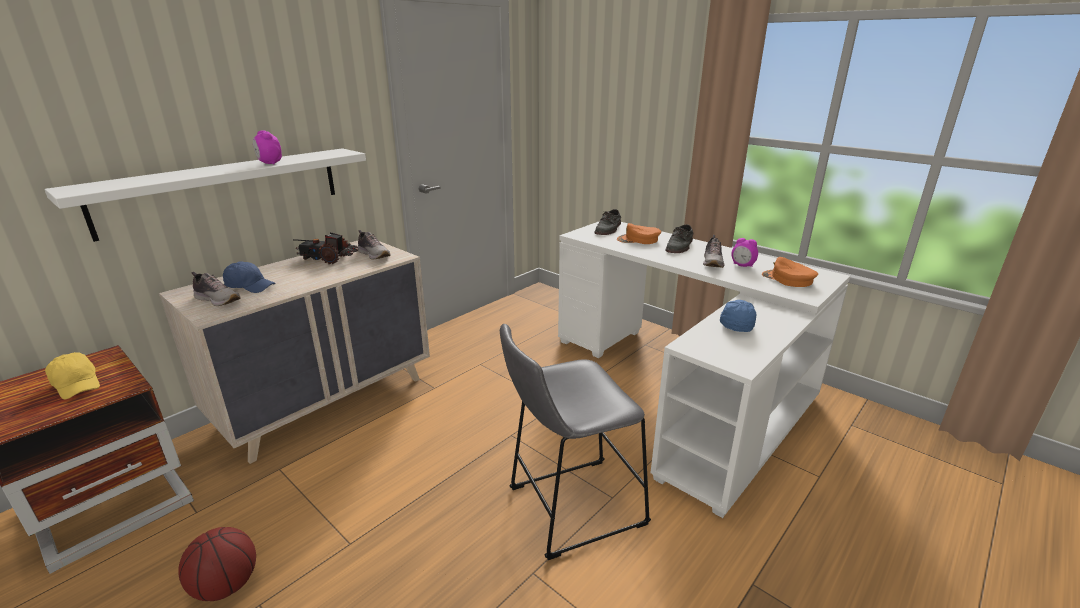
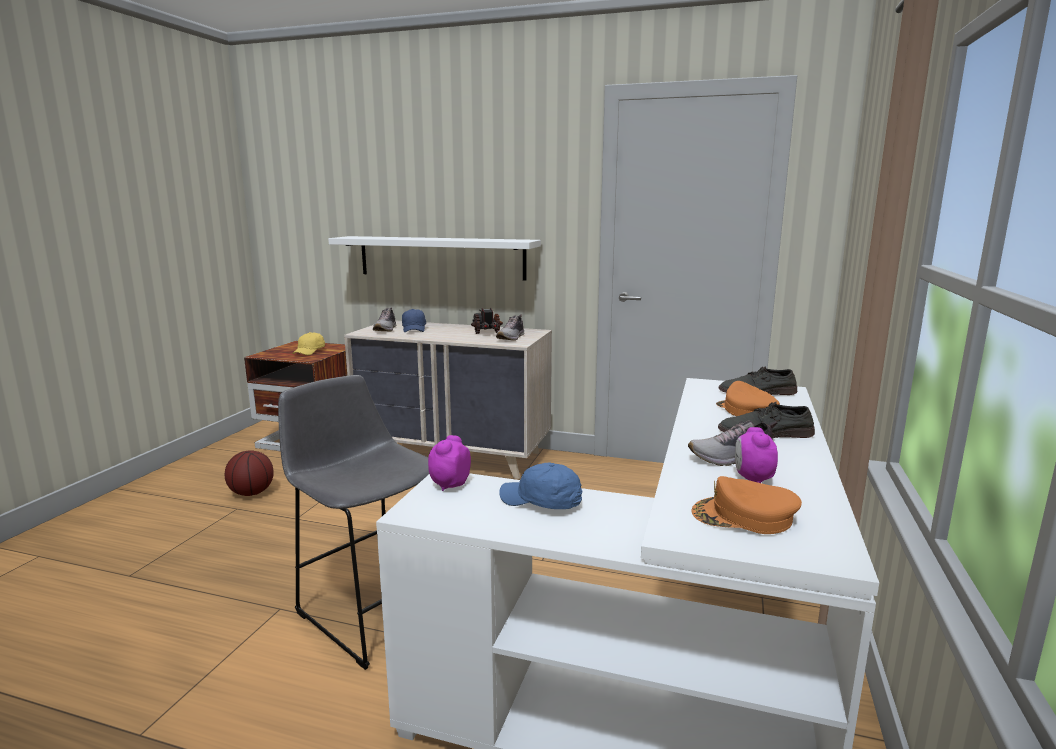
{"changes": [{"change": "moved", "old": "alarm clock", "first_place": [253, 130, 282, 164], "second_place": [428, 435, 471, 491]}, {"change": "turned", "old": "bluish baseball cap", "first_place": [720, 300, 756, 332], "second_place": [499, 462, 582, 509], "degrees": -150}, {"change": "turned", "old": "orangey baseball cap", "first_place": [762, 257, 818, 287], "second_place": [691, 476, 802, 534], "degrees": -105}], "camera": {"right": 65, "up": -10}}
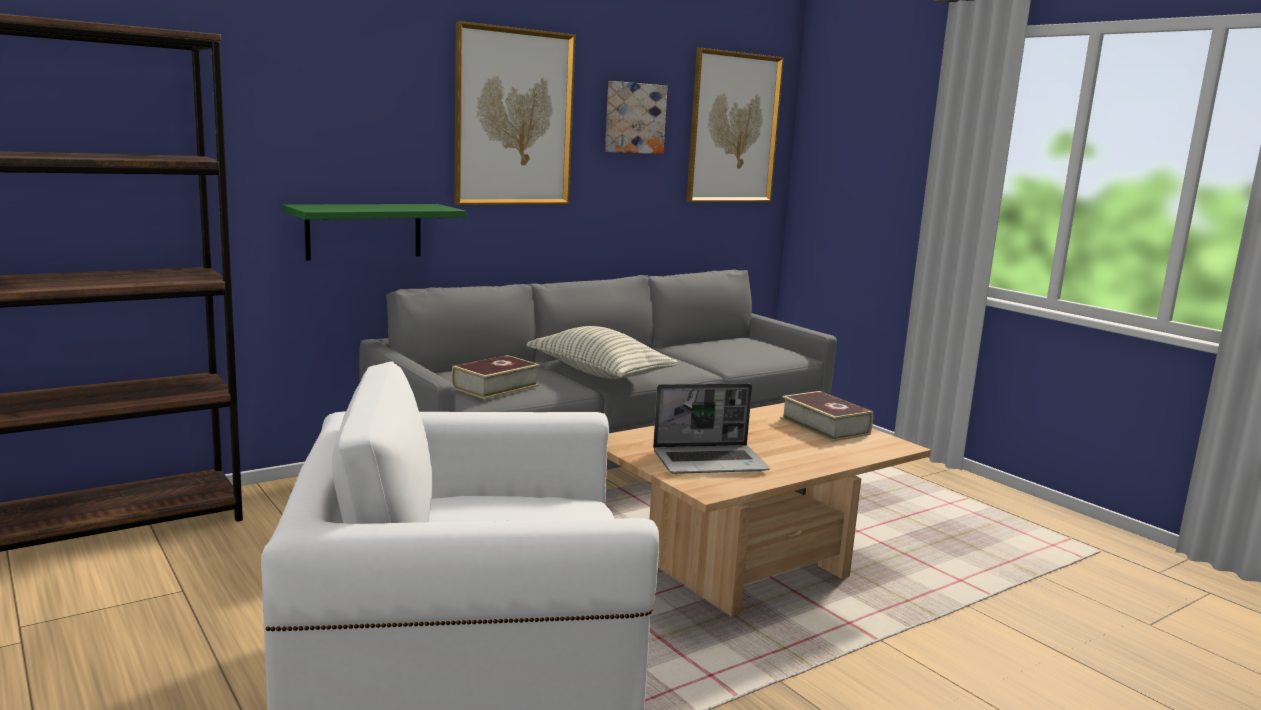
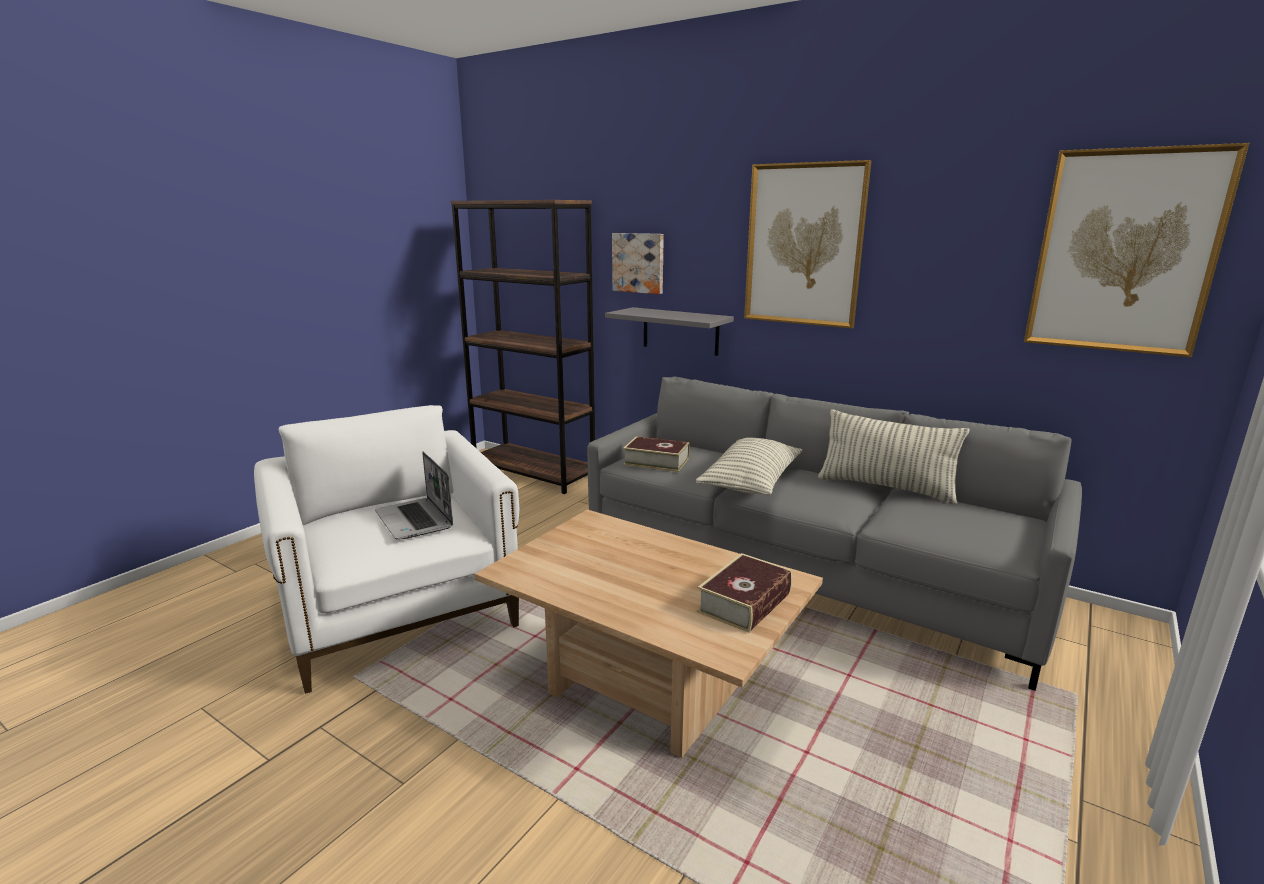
{"changes": [{"change": "moved", "old": "laptop", "first_place": [653, 383, 770, 474], "second_place": [375, 452, 453, 539]}, {"change": "recoloured", "old": "green-coloured wall shelf", "new": "greyish wall shelf", "first_place": [283, 204, 466, 261], "second_place": [605, 307, 734, 356]}, {"change": "moved", "old": "wall art", "first_place": [605, 81, 668, 154], "second_place": [612, 233, 664, 294]}, {"change": "added", "new": "cushion", "second_place": [818, 409, 969, 505]}], "camera": {"right": 70, "up": 5}}
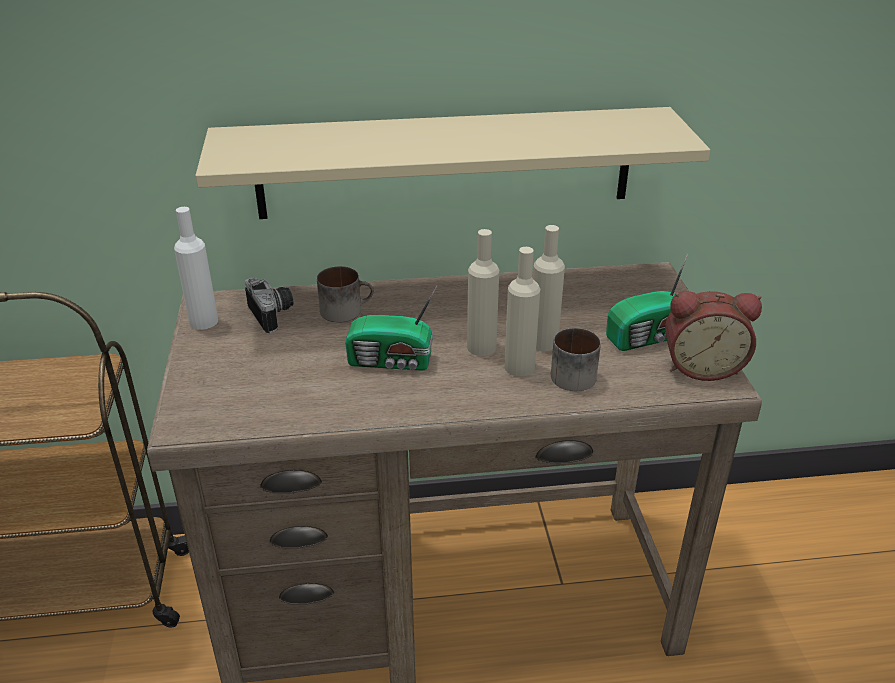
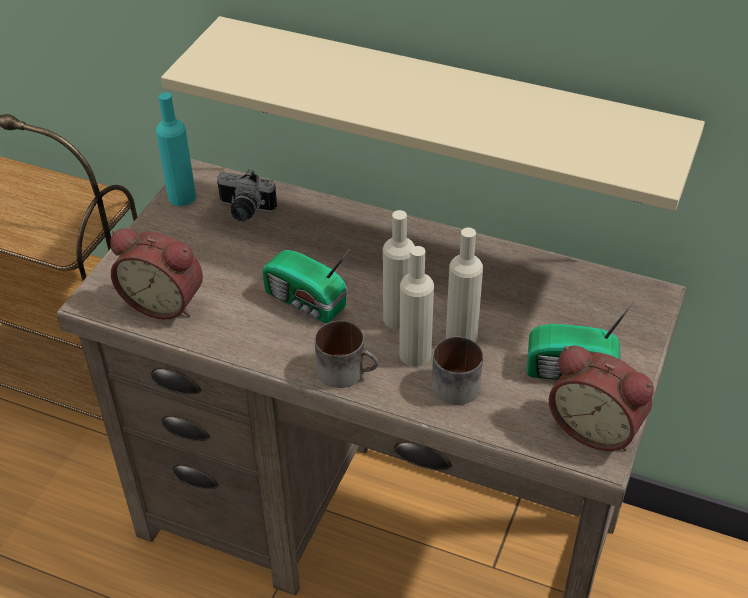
{"changes": [{"change": "added", "new": "alarm clock", "second_place": [110, 228, 203, 319]}, {"change": "recoloured", "old": "whitish bottle", "new": "turquoise-coloured bottle", "first_place": [174, 207, 218, 330], "second_place": [156, 92, 196, 206]}, {"change": "turned", "old": "still camera", "first_place": [245, 277, 294, 333], "second_place": [217, 169, 277, 221], "degrees": 105}, {"change": "moved", "old": "coffee mug", "first_place": [317, 266, 374, 322], "second_place": [315, 321, 379, 388]}], "camera": {"right": 30, "up": 10}}
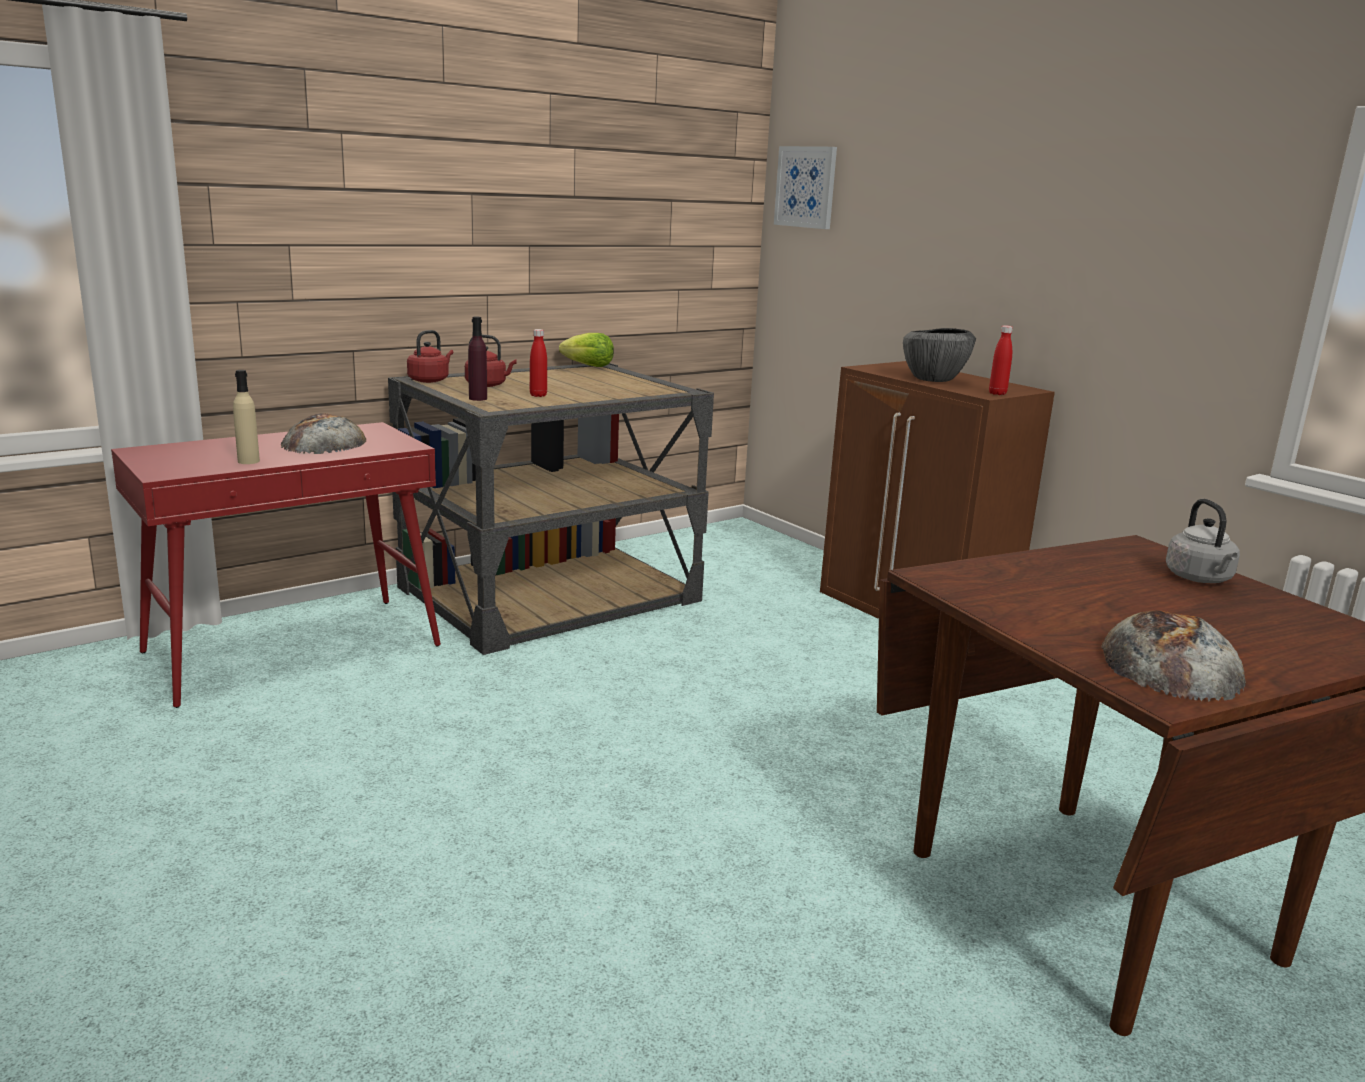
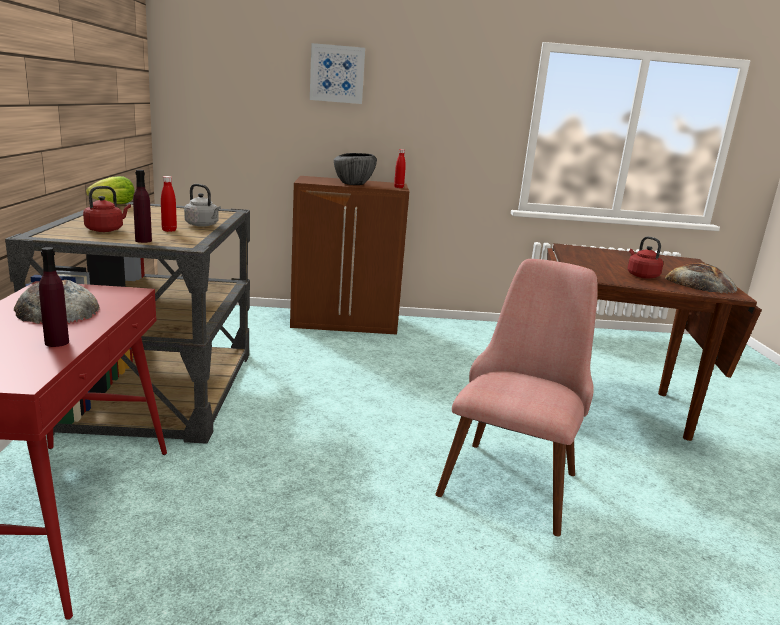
{"changes": [{"change": "recoloured", "old": "beige-coloured bottle", "new": "purple bottle", "first_place": [233, 370, 260, 464], "second_place": [39, 247, 69, 347]}, {"change": "moved", "old": "greyish water kettle", "first_place": [1166, 499, 1240, 583], "second_place": [184, 184, 221, 227]}, {"change": "moved", "old": "wall art", "first_place": [774, 146, 837, 229], "second_place": [310, 43, 365, 104]}, {"change": "added", "new": "pink-coloured upright chair", "second_place": [435, 259, 598, 537]}, {"change": "moved", "old": "red water kettle", "first_place": [407, 330, 453, 383], "second_place": [627, 236, 663, 279]}], "camera": {"right": -55, "up": 0}}
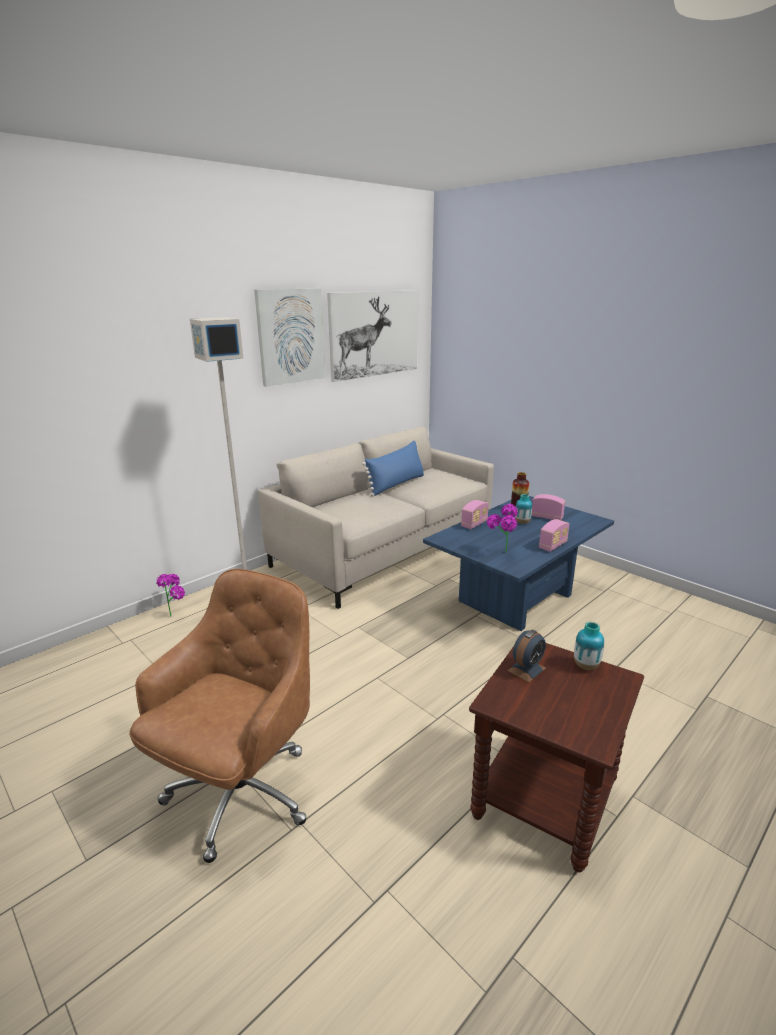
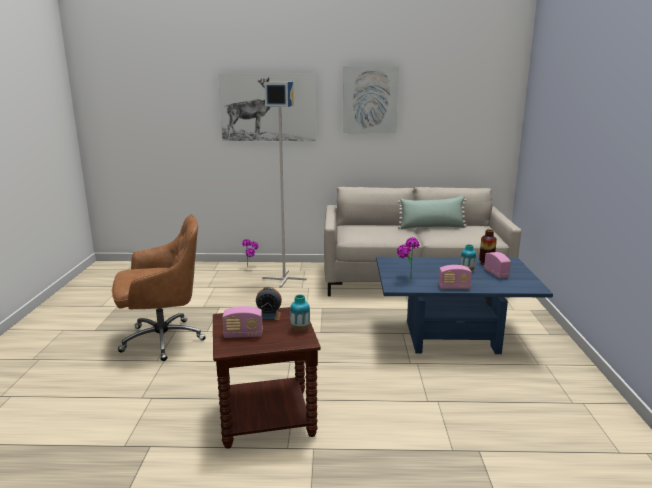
{"changes": [{"change": "moved", "old": "wall art", "first_place": [327, 290, 418, 382], "second_place": [218, 74, 316, 141]}, {"change": "moved", "old": "radio receiver", "first_place": [461, 500, 489, 529], "second_place": [222, 306, 263, 338]}, {"change": "recoloured", "old": "bluish cushion", "new": "green-coloured cushion", "first_place": [362, 441, 424, 496], "second_place": [398, 196, 467, 229]}], "camera": {"right": 45, "up": -5}}
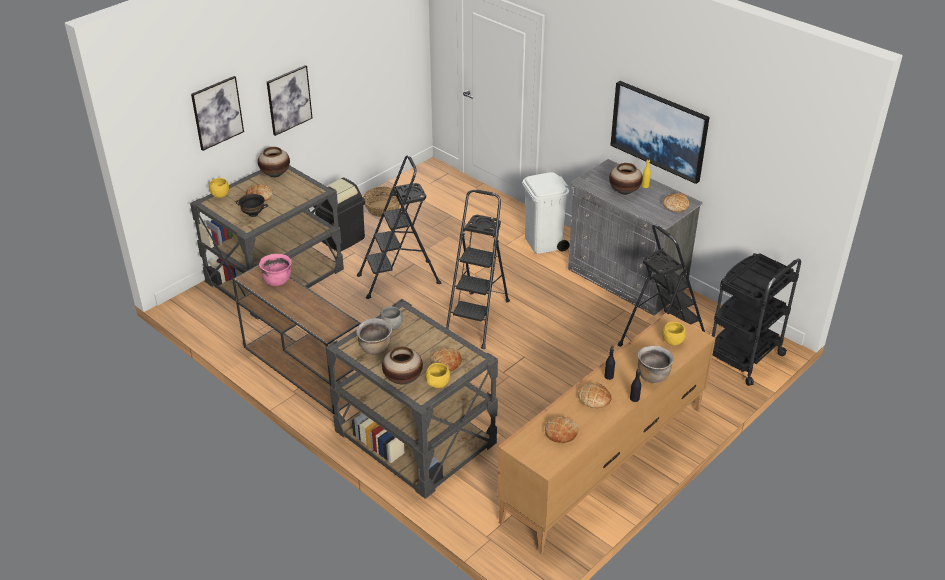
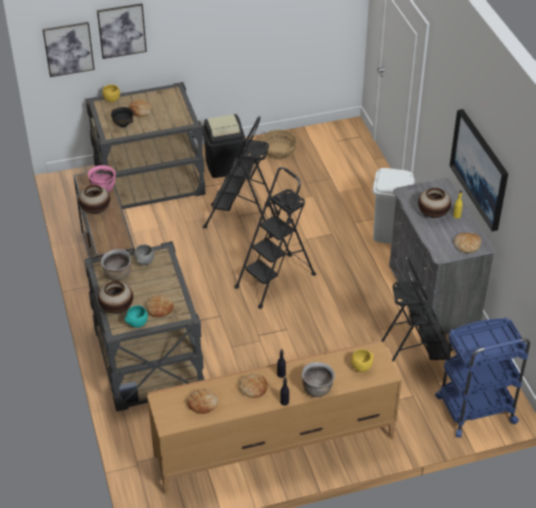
{"changes": [{"change": "moved", "old": "wall art", "first_place": [267, 65, 312, 136], "second_place": [43, 22, 95, 77]}, {"change": "moved", "old": "vase", "first_place": [258, 147, 290, 177], "second_place": [78, 185, 110, 214]}, {"change": "recoloured", "old": "yellow bowl", "new": "turquoise-coloured bowl", "first_place": [425, 363, 450, 388], "second_place": [124, 305, 148, 328]}, {"change": "recoloured", "old": "black trolley", "new": "bluish trolley", "first_place": [712, 253, 801, 386], "second_place": [435, 317, 530, 438]}], "camera": {"right": 30, "up": 5}}
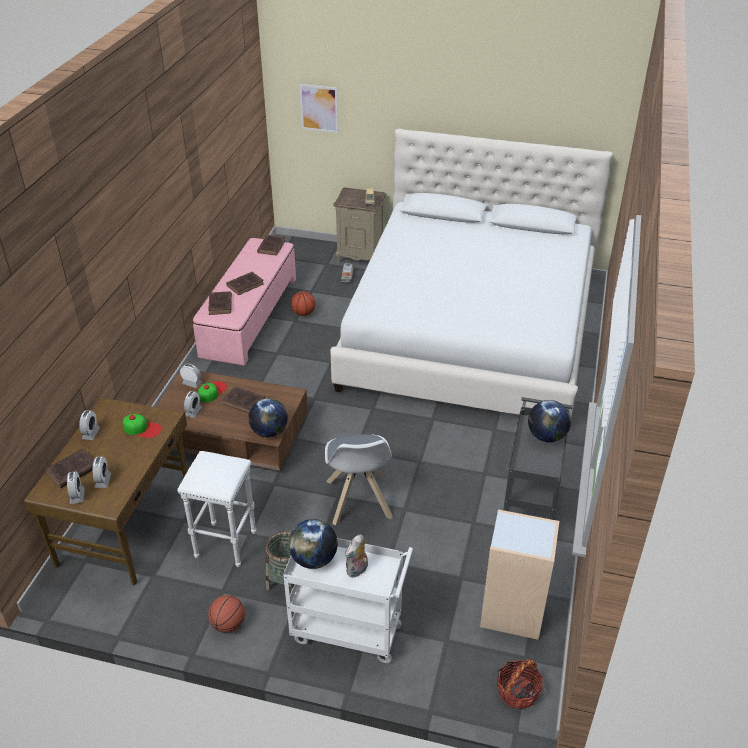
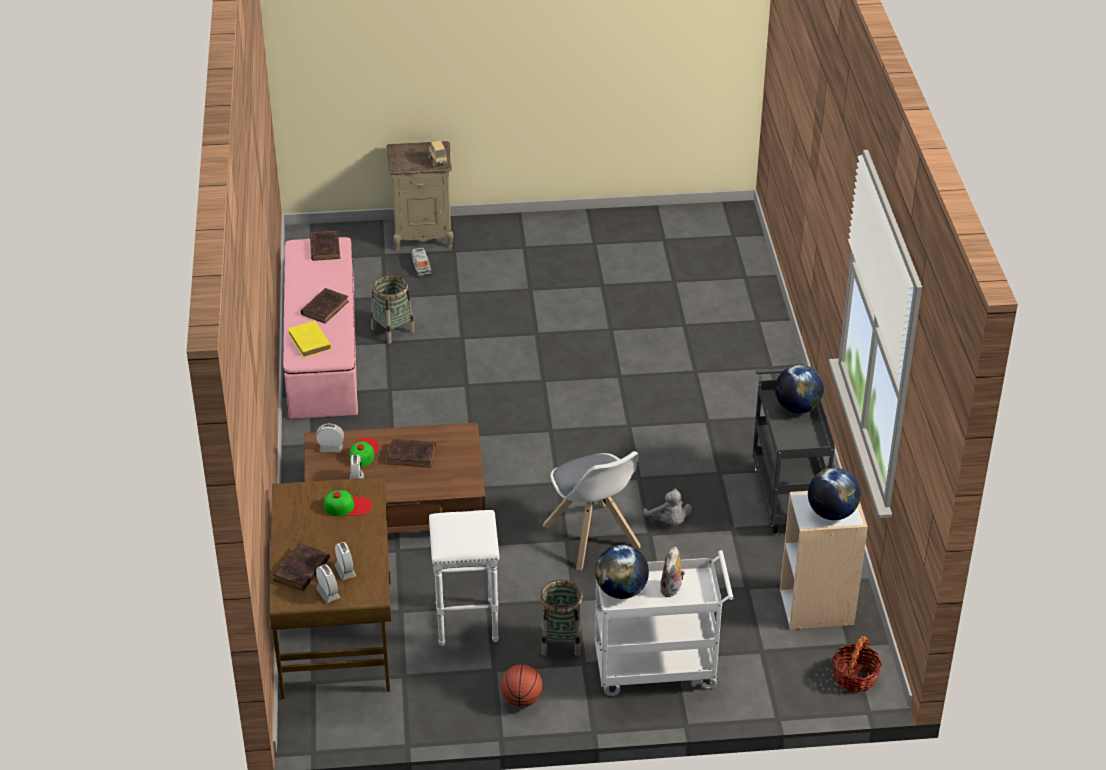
{"changes": [{"change": "recoloured", "old": "brownish bound book", "new": "yellow bound book", "first_place": [208, 291, 232, 315], "second_place": [288, 321, 332, 358]}, {"change": "replaced", "old": "basketball ball", "new": "storage basket", "first_place": [291, 291, 315, 316], "second_place": [371, 275, 415, 344]}, {"change": "added", "new": "greyish plush toy", "second_place": [643, 489, 692, 526]}, {"change": "moved", "old": "desk globe", "first_place": [248, 398, 288, 437], "second_place": [808, 468, 861, 520]}, {"change": "removed", "old": "alarm clock", "first_place": [79, 410, 100, 440]}, {"change": "removed", "old": "wall art", "first_place": [299, 84, 339, 133]}, {"change": "removed", "old": "whitish bedroom bed", "first_place": [330, 129, 613, 417]}], "camera": {"right": -20, "up": 0}}
